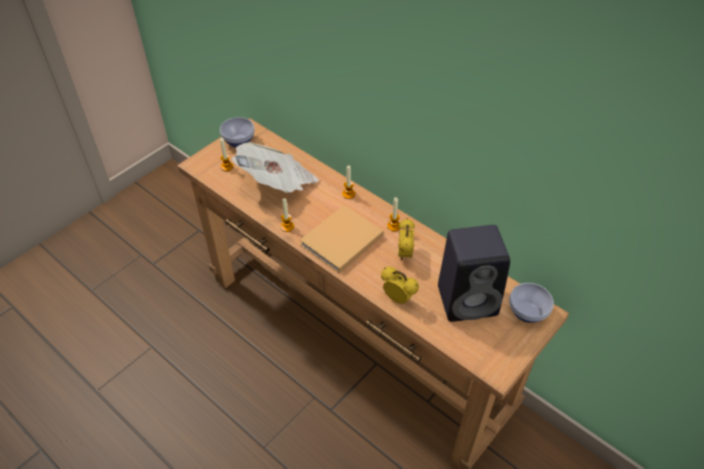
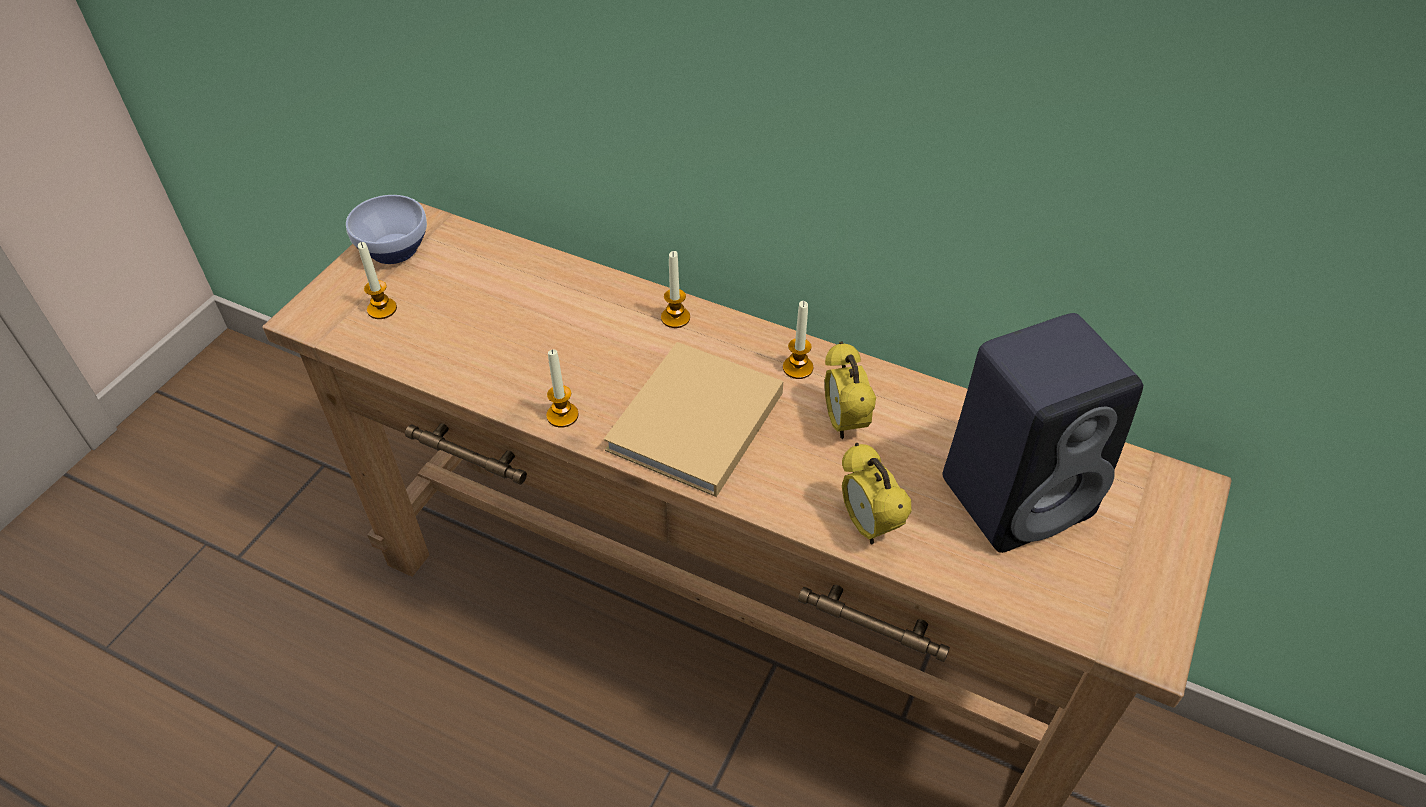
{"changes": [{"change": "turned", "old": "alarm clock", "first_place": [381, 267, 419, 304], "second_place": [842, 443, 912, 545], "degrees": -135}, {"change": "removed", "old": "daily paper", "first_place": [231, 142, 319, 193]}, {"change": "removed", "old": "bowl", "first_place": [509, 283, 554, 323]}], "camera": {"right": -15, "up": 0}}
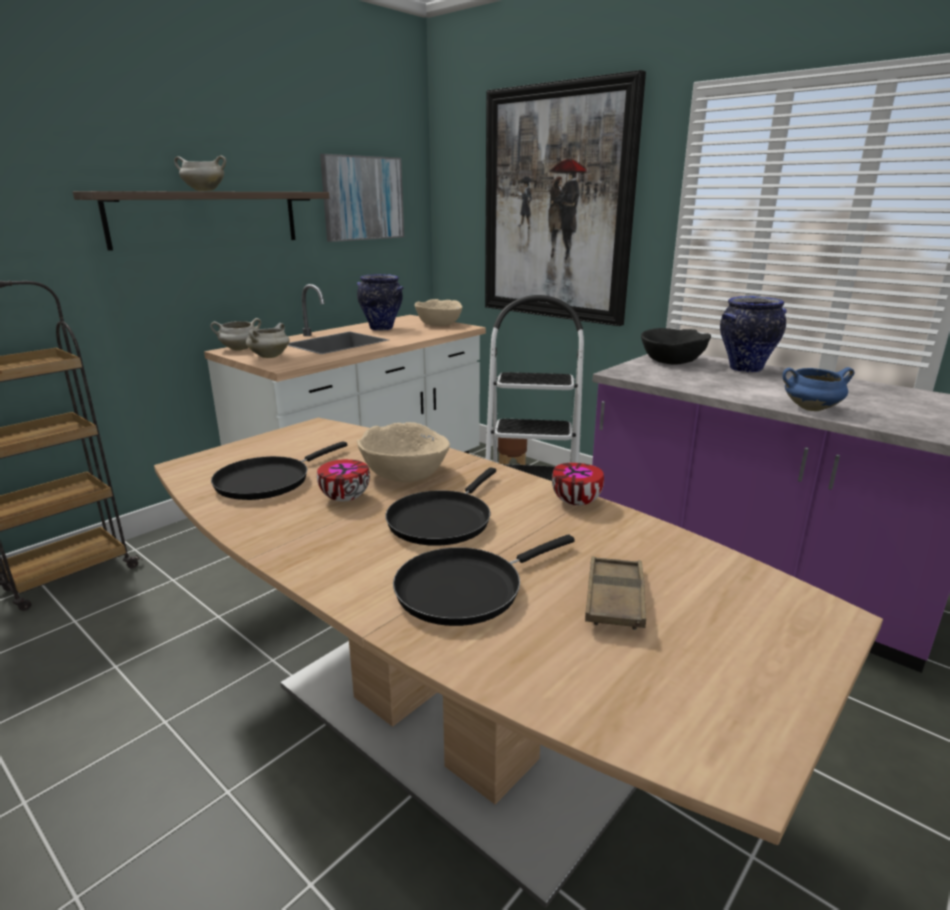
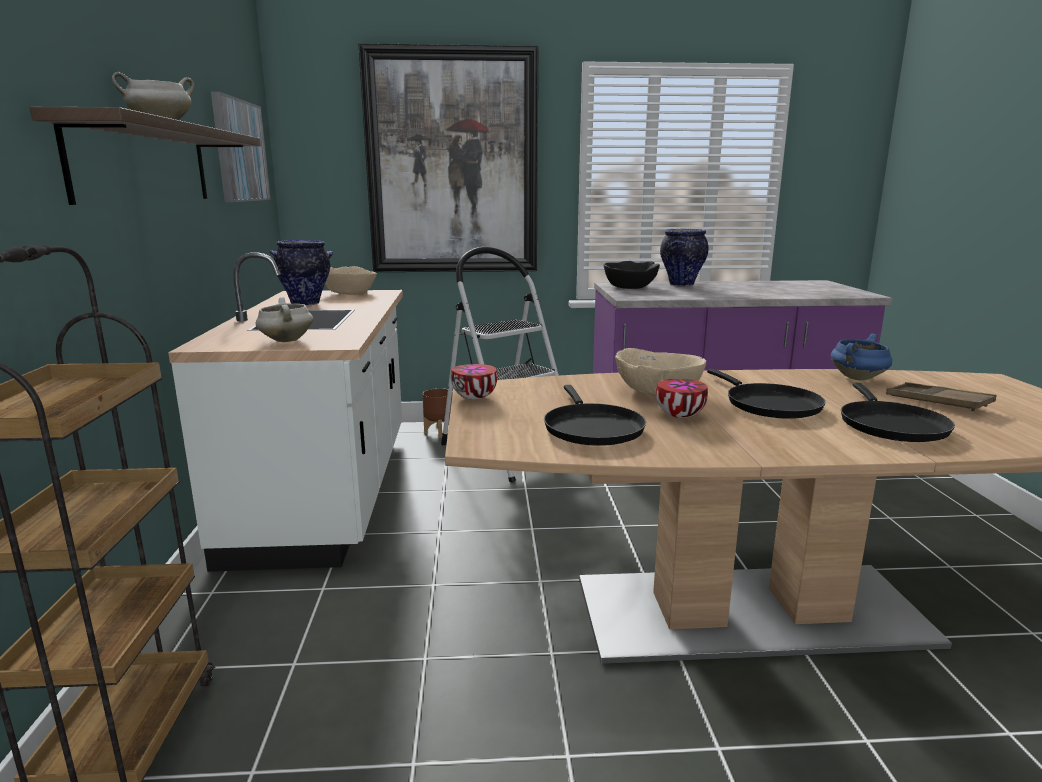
{"changes": [{"change": "moved", "old": "bowl", "first_place": [552, 463, 604, 506], "second_place": [451, 364, 498, 400]}, {"change": "moved", "old": "bluish cooking pot", "first_place": [782, 367, 855, 411], "second_place": [831, 334, 892, 380]}, {"change": "removed", "old": "whitish cooking pot", "first_place": [210, 318, 261, 351]}], "camera": {"right": -45, "up": -5}}
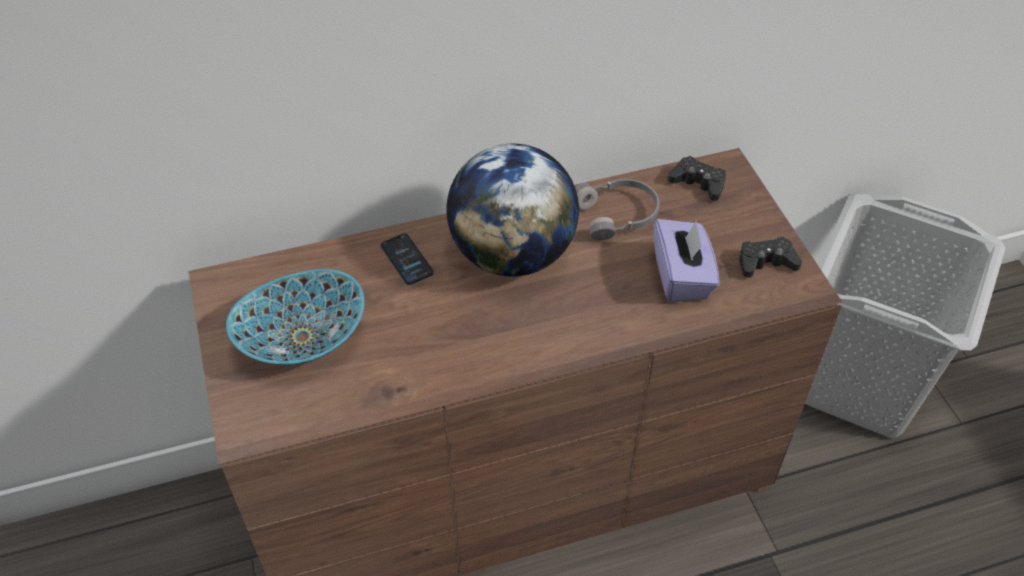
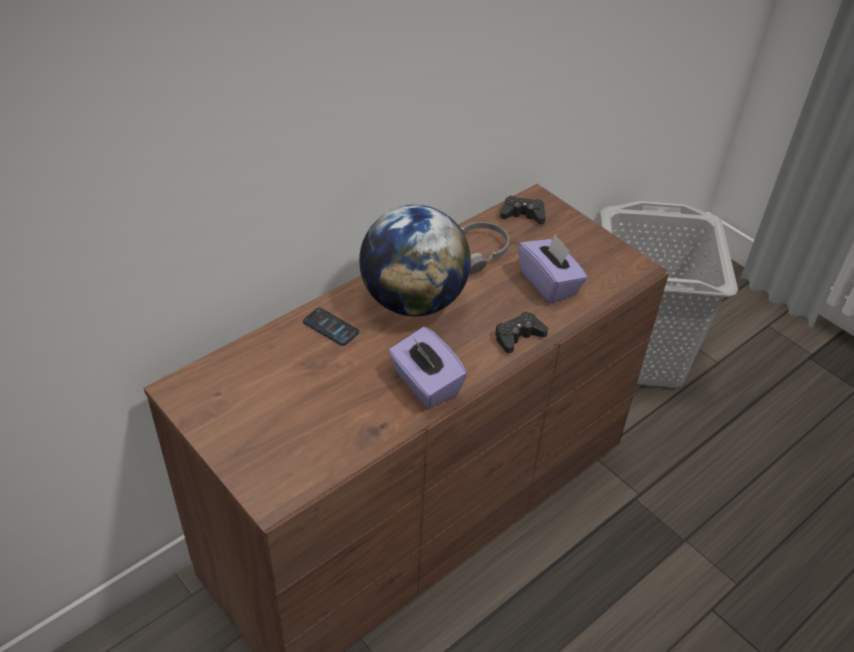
{"changes": [{"change": "added", "new": "purple tissue box", "second_place": [389, 327, 467, 408]}, {"change": "moved", "old": "black game controller", "first_place": [739, 237, 802, 278], "second_place": [495, 311, 548, 353]}, {"change": "removed", "old": "bowl", "first_place": [226, 269, 365, 365]}], "camera": {"right": -25, "up": -5}}
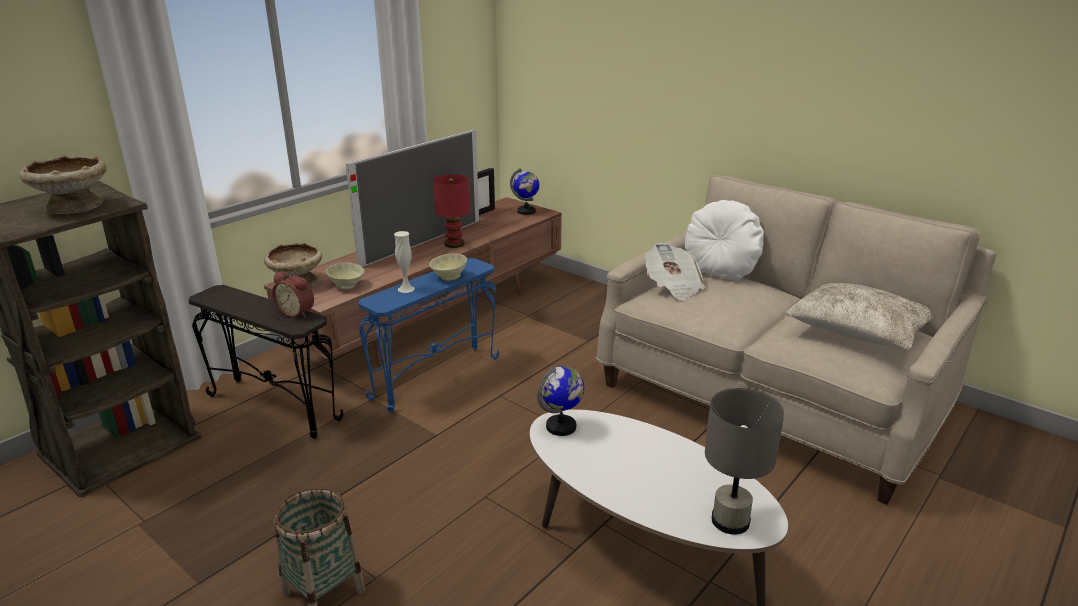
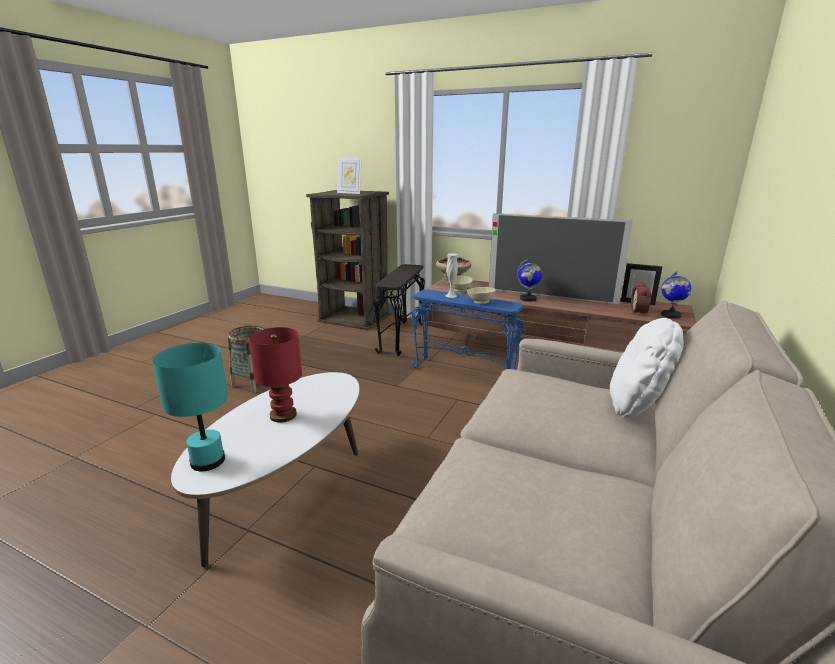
{"changes": [{"change": "recoloured", "old": "greyish tabletop lamp", "new": "turquoise-coloured tabletop lamp", "first_place": [705, 388, 784, 535], "second_place": [152, 343, 228, 471]}, {"change": "moved", "old": "red tabletop lamp", "first_place": [433, 174, 470, 248], "second_place": [249, 327, 302, 423]}, {"change": "replaced", "old": "beige-coloured bowl", "new": "photo frame", "first_place": [19, 155, 106, 214], "second_place": [337, 157, 362, 194]}, {"change": "moved", "old": "desk globe", "first_place": [537, 366, 584, 436], "second_place": [517, 259, 542, 302]}, {"change": "moved", "old": "alarm clock", "first_place": [272, 272, 314, 318], "second_place": [631, 281, 651, 315]}, {"change": "removed", "old": "daily paper", "first_place": [645, 243, 705, 301]}, {"change": "removed", "old": "beige-coloured cushion", "first_place": [786, 283, 933, 350]}], "camera": {"right": 75, "up": -5}}
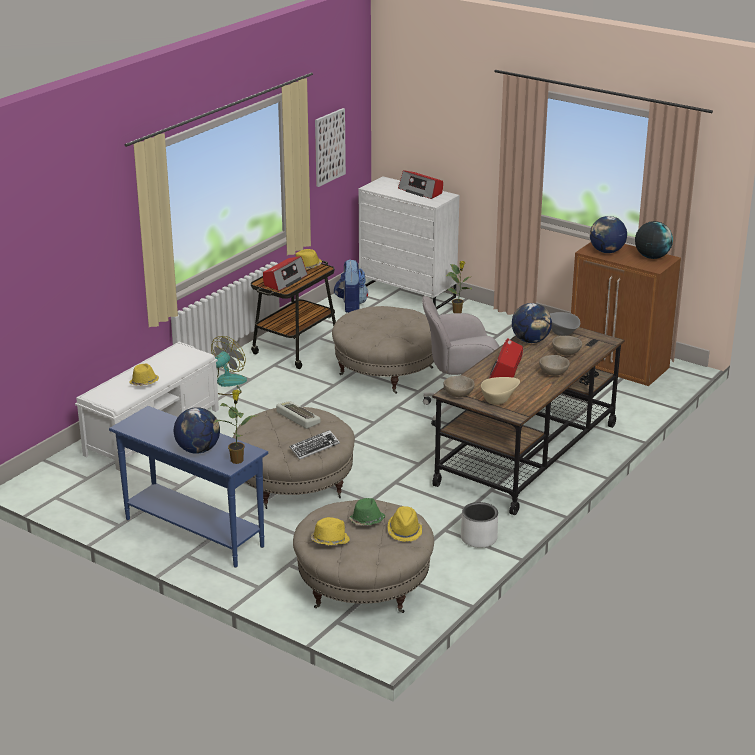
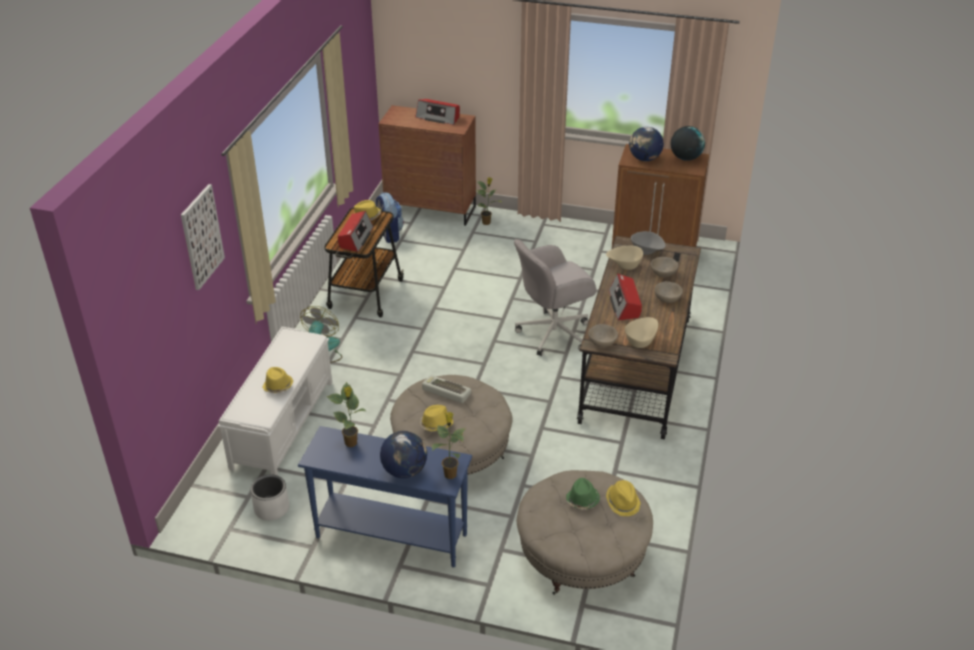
{"changes": [{"change": "moved", "old": "wall art", "first_place": [315, 108, 346, 187], "second_place": [181, 184, 225, 290]}, {"change": "moved", "old": "whitish planter", "first_place": [461, 502, 498, 548], "second_place": [250, 474, 289, 520]}, {"change": "added", "new": "potted plant", "second_place": [327, 382, 366, 447]}, {"change": "recoloured", "old": "whitish drawer chest", "new": "brownish drawer chest", "first_place": [358, 177, 460, 309], "second_place": [378, 105, 476, 226]}, {"change": "moved", "old": "yellow hat", "first_place": [311, 517, 350, 545], "second_place": [420, 405, 453, 431]}, {"change": "replaced", "old": "desk globe", "new": "beige-coloured bowl", "first_place": [512, 303, 552, 343], "second_place": [606, 246, 643, 270]}, {"change": "removed", "old": "keyboard", "first_place": [289, 430, 340, 460]}, {"change": "removed", "old": "beige-coloured ottoman", "first_place": [332, 306, 434, 394]}], "camera": {"right": -20, "up": 10}}
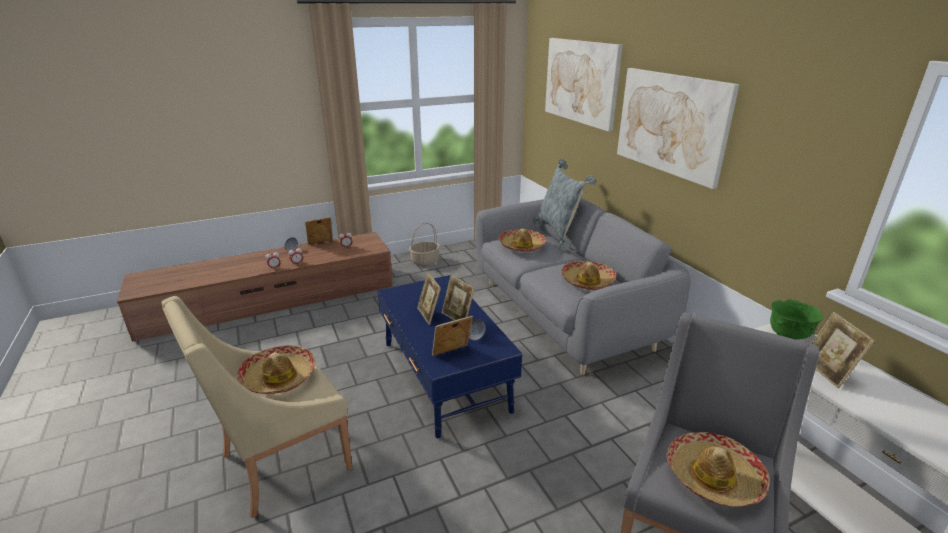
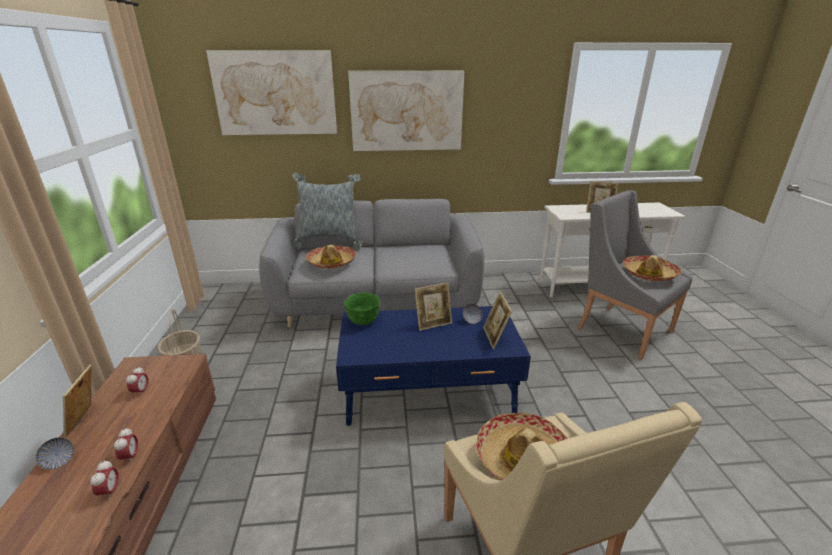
{"changes": [{"change": "moved", "old": "green-coloured bowl", "first_place": [770, 299, 823, 340], "second_place": [344, 292, 380, 325]}, {"change": "removed", "old": "photo frame", "first_place": [417, 272, 441, 325]}, {"change": "removed", "old": "hat", "first_place": [561, 261, 616, 290]}], "camera": {"right": -70, "up": 0}}
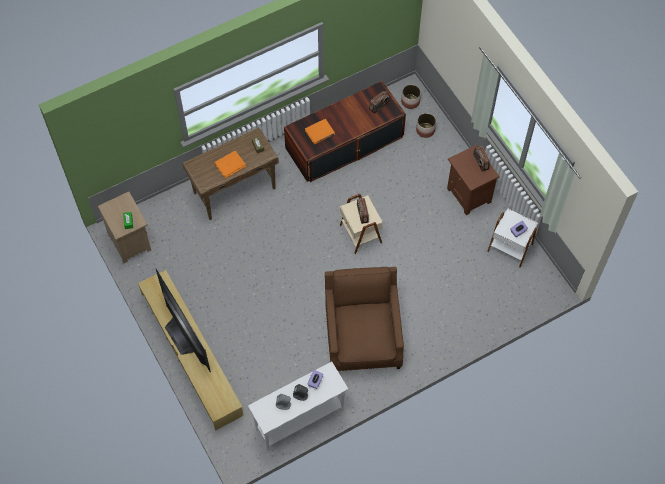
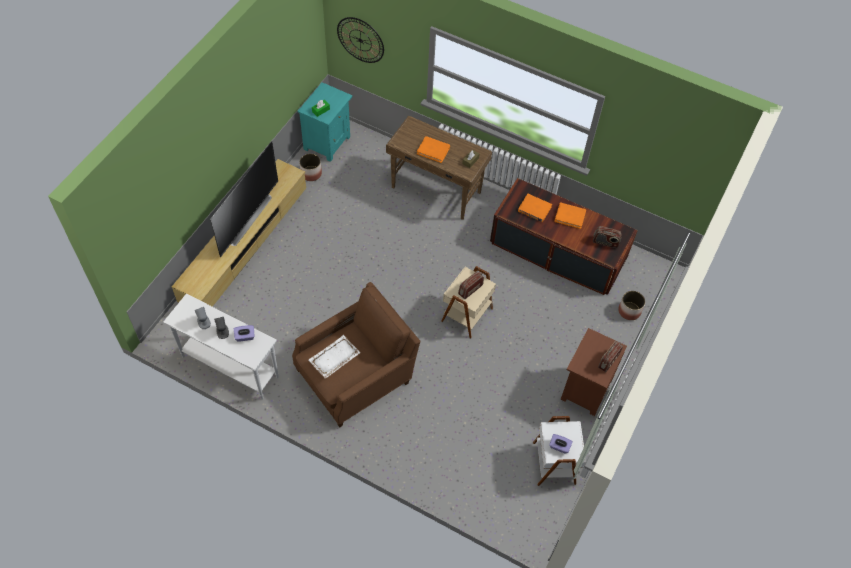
{"changes": [{"change": "recoloured", "old": "beige-coloured night table", "new": "turquoise-coloured night table", "first_place": [98, 192, 151, 263], "second_place": [297, 82, 353, 162]}, {"change": "moved", "old": "planter", "first_place": [401, 85, 421, 109], "second_place": [299, 154, 322, 181]}, {"change": "added", "new": "whitish carrying tray", "second_place": [308, 335, 361, 379]}, {"change": "added", "new": "clock on the wall", "second_place": [337, 17, 384, 63]}, {"change": "added", "new": "orangey bound book", "second_place": [554, 202, 586, 229]}], "camera": {"right": 55, "up": -5}}
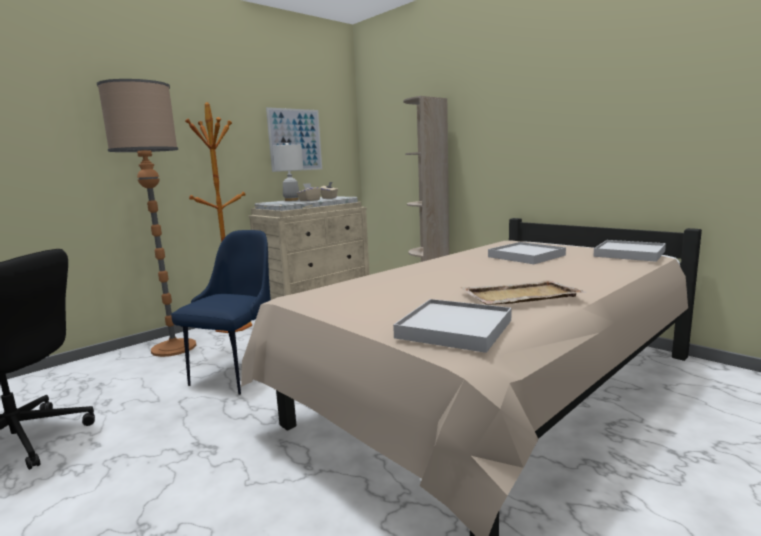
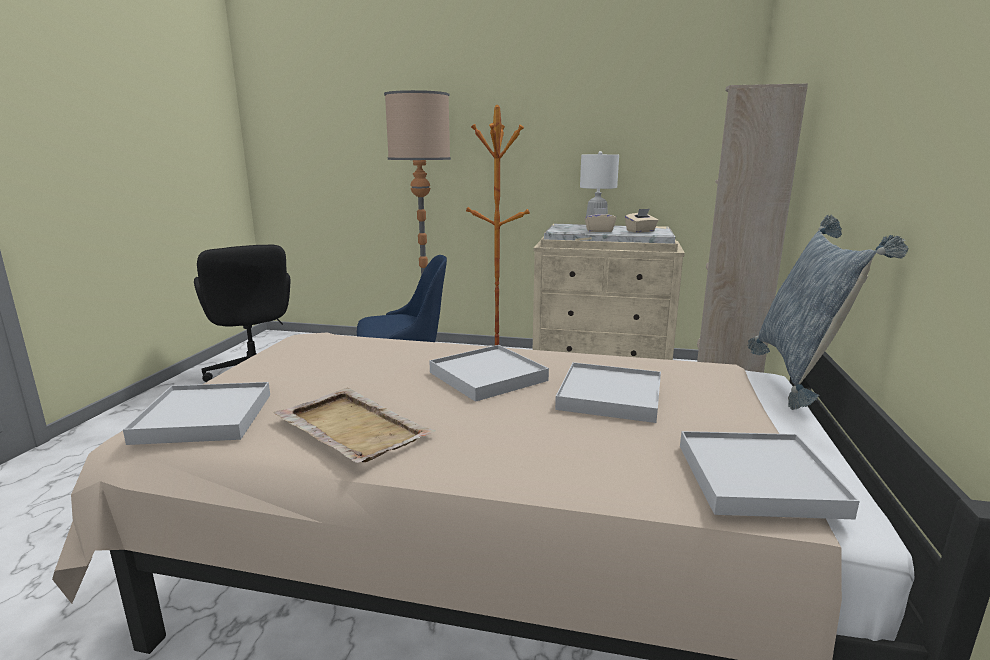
{"changes": [{"change": "added", "new": "whitish carrying tray", "second_place": [429, 345, 549, 402]}, {"change": "added", "new": "cushion", "second_place": [748, 214, 909, 410]}, {"change": "removed", "old": "wall art", "first_place": [266, 107, 322, 172]}], "camera": {"right": 55, "up": 5}}
